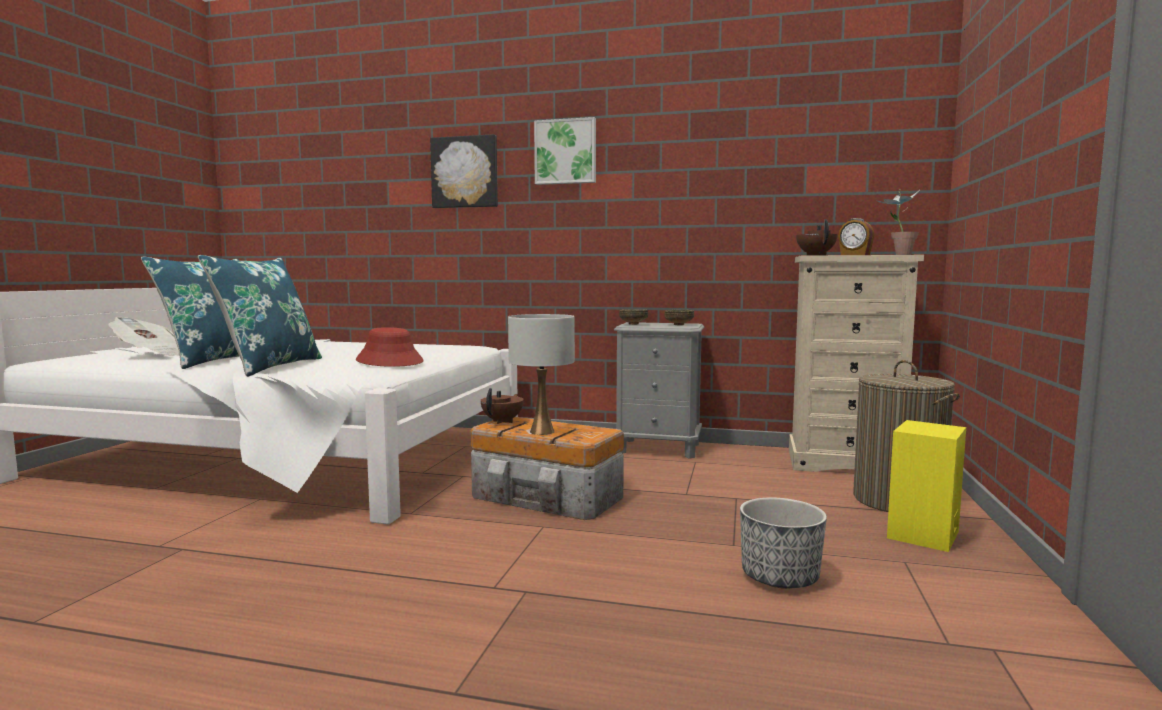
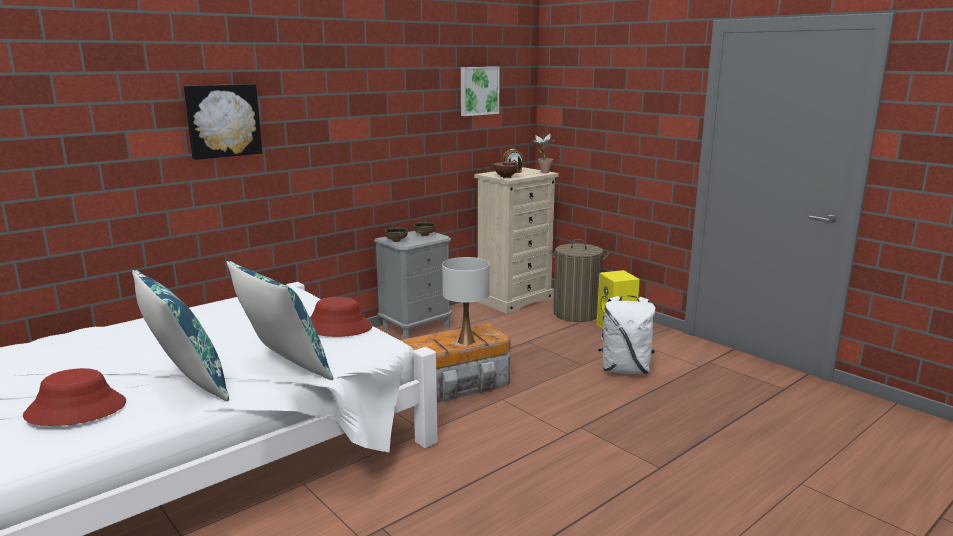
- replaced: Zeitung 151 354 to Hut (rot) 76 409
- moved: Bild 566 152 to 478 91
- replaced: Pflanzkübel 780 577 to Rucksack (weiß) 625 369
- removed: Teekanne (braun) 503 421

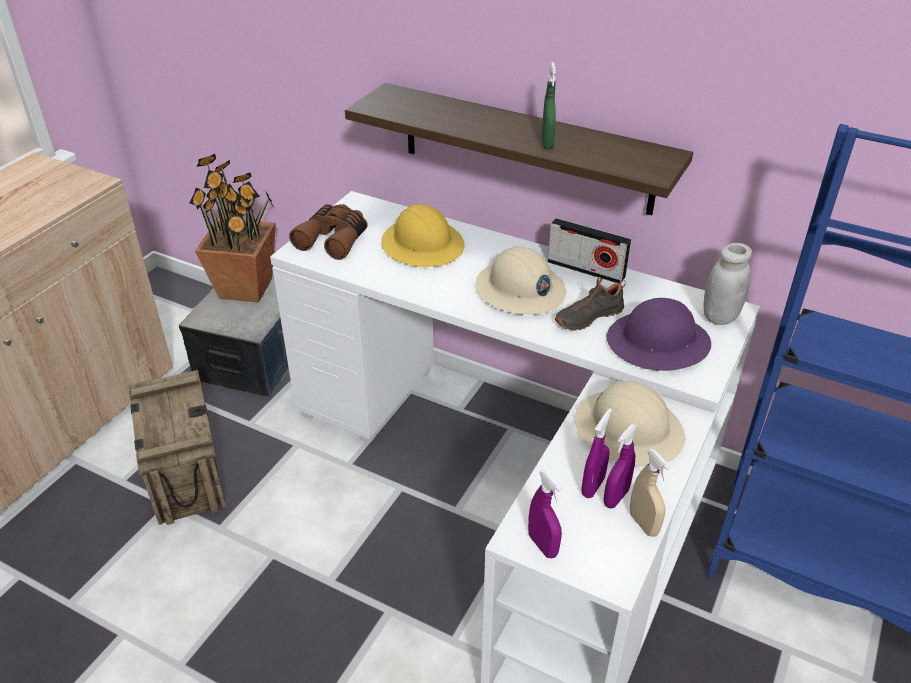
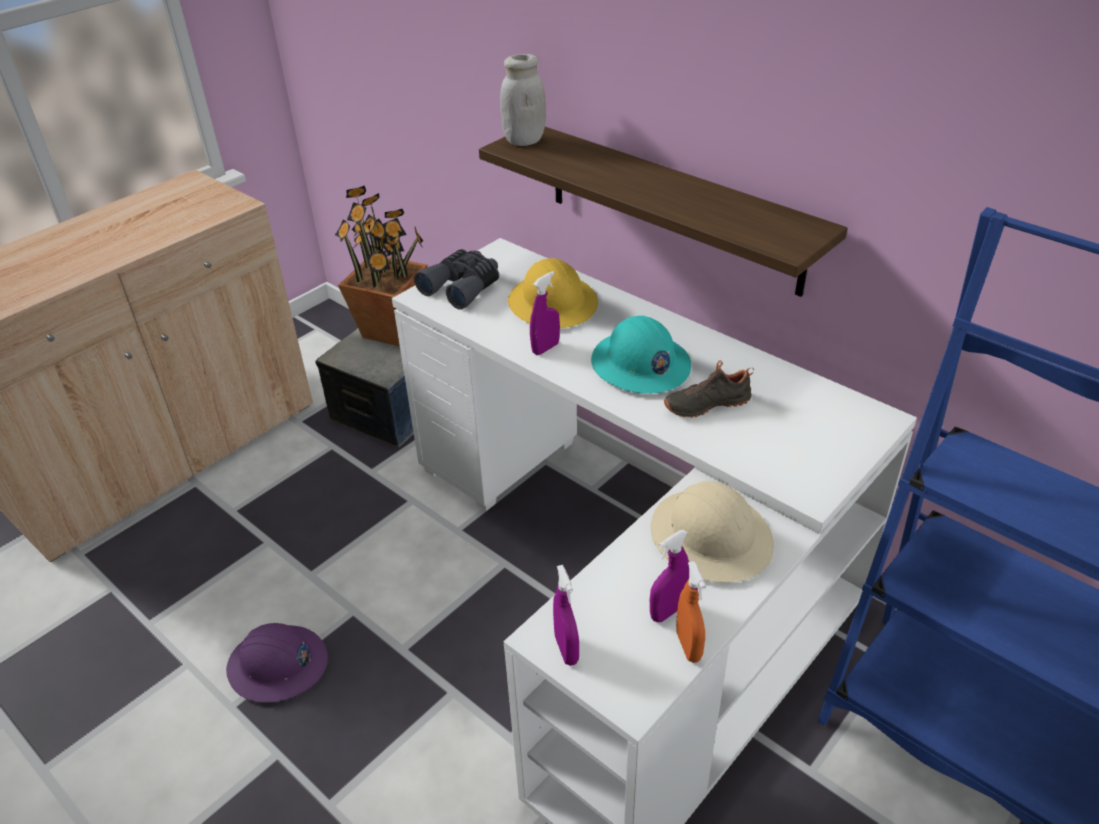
- moved: Schutzhelm (lila) 658 343 to 278 665
- recoloured: Fernglas (braun) 334 239 to Fernglas (grau) 463 287
- moved: Vorratsglas (weiß) 720 316 to 524 140
- moved: Sprühflasche (lila) 593 486 to 545 348
- recoloured: Schutzhelm (beige) 519 290 to Schutzhelm (türkis) 640 365
- recoloured: Sprühflasche (beige) 643 524 to Sprühflasche (orange) 688 646
- removed: Kiste 184 470
- removed: Sprühflasche (grün) 547 144
- removed: Radio 586 269

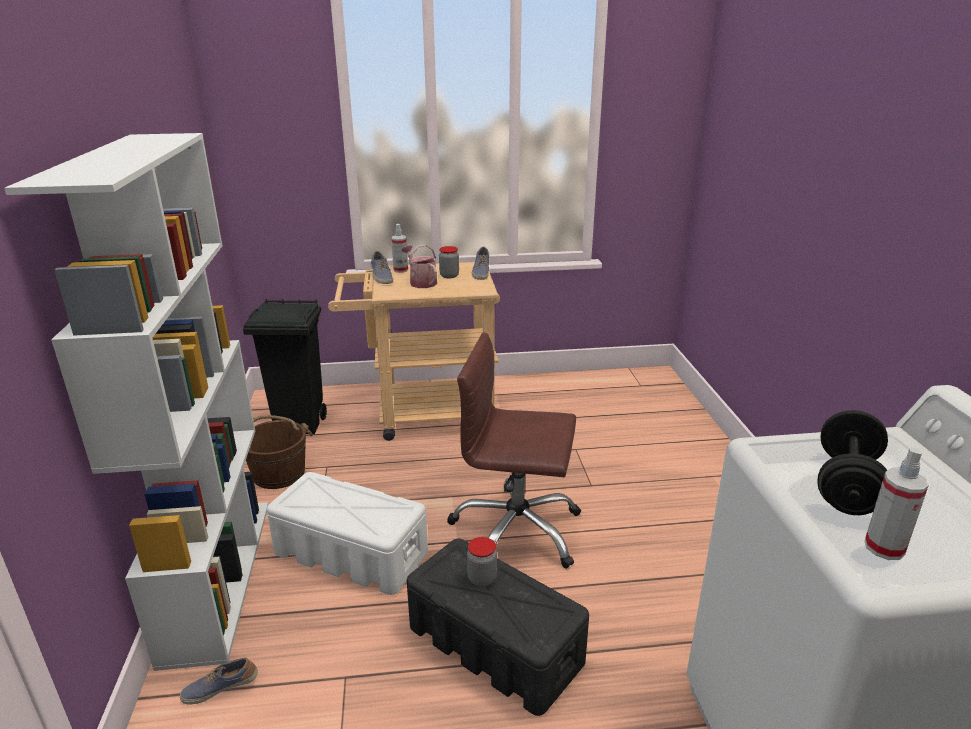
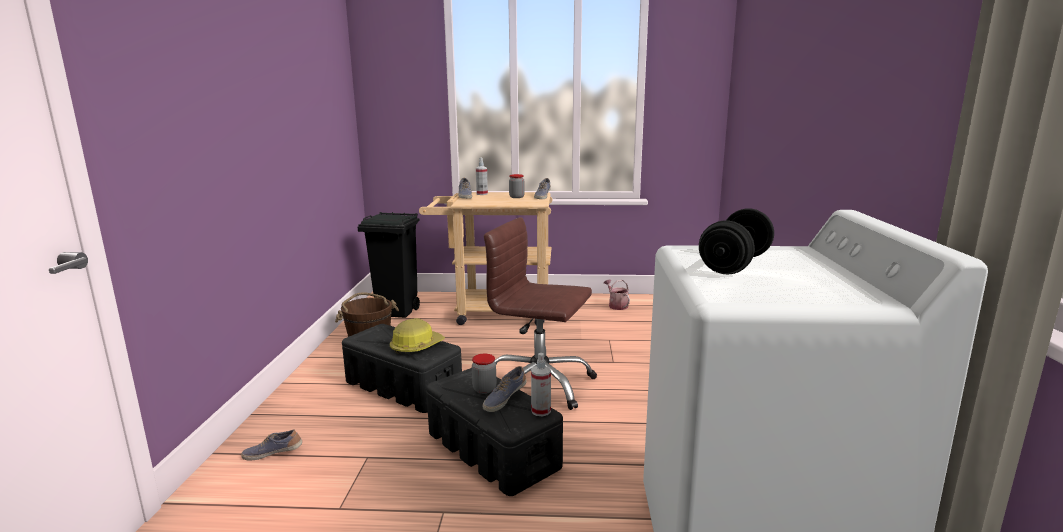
- recoloured: Aufbewahrungsbox (weiß) 350 553 to Aufbewahrungsbox (schwarz) 402 386
- added: Schutzhelm 416 346
- added: Schuh 504 398
- moved: Sprühflasche 884 548 to 541 411
- moved: Gießkanne 421 282 to 616 305
- removed: Bücherregal (weiß) 218 575

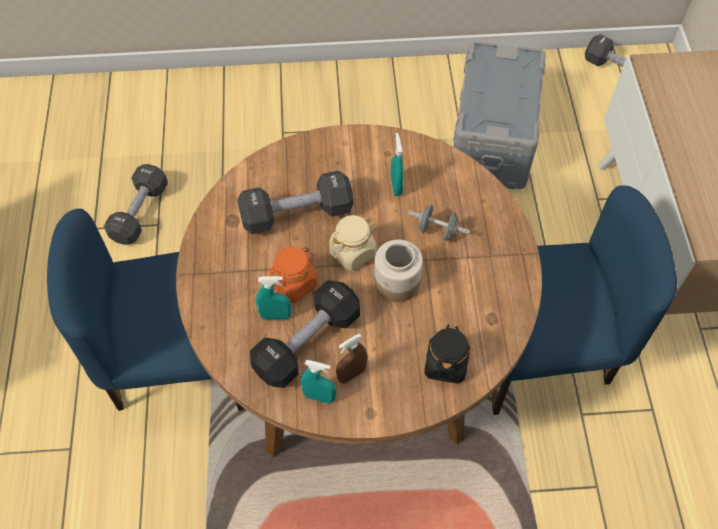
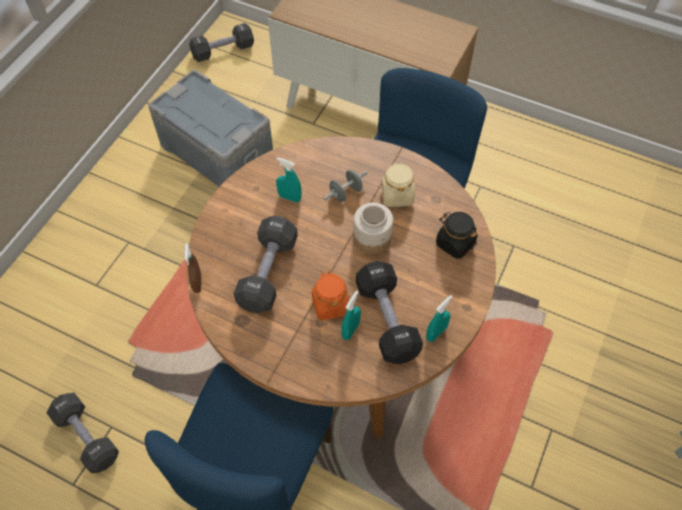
- moved: Sprühflasche (braun) 351 374 to 197 283
- moved: Vorratsglas (beige) 353 252 to 397 195

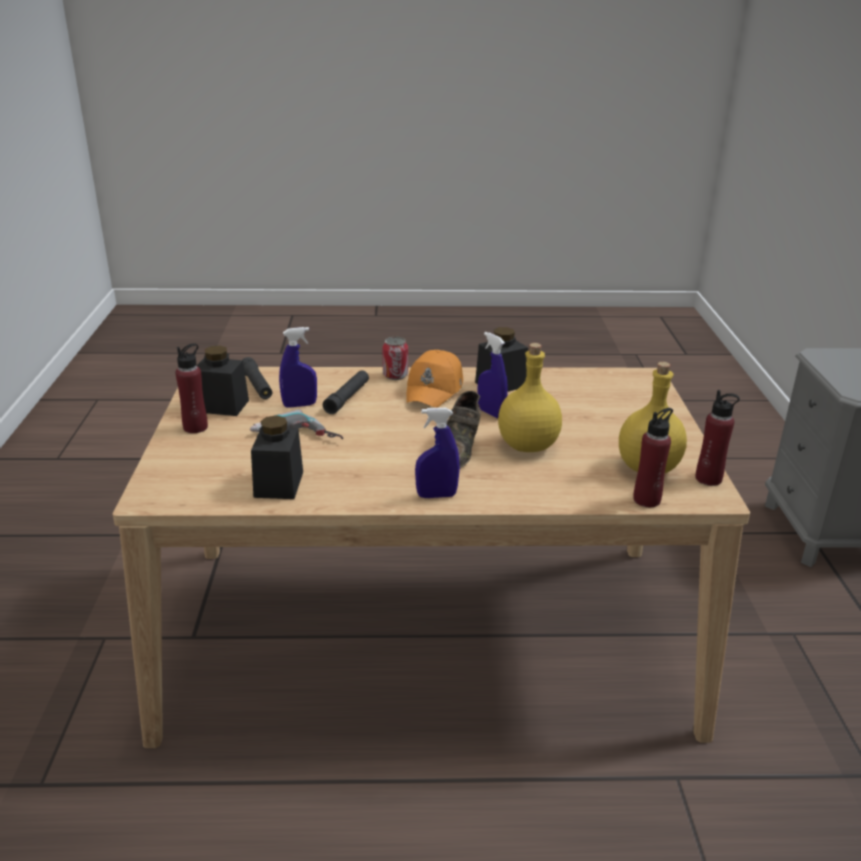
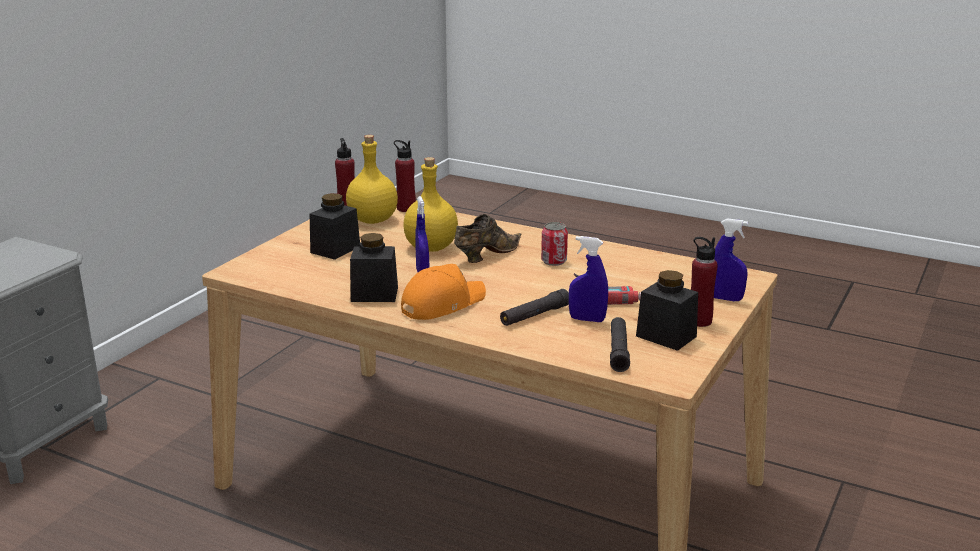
- moved: Vorratsglas (schwarz) 279 484 to 335 249
- moved: Dose 395 375 to 554 261
- moved: Sprühflasche (blau) 436 495 to 725 298

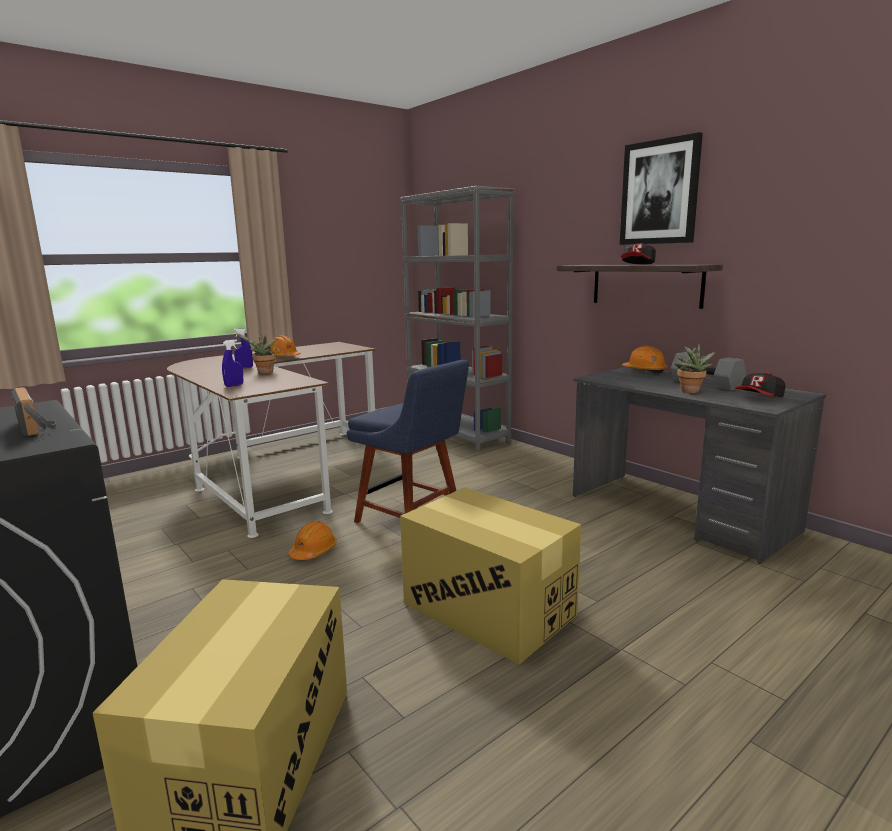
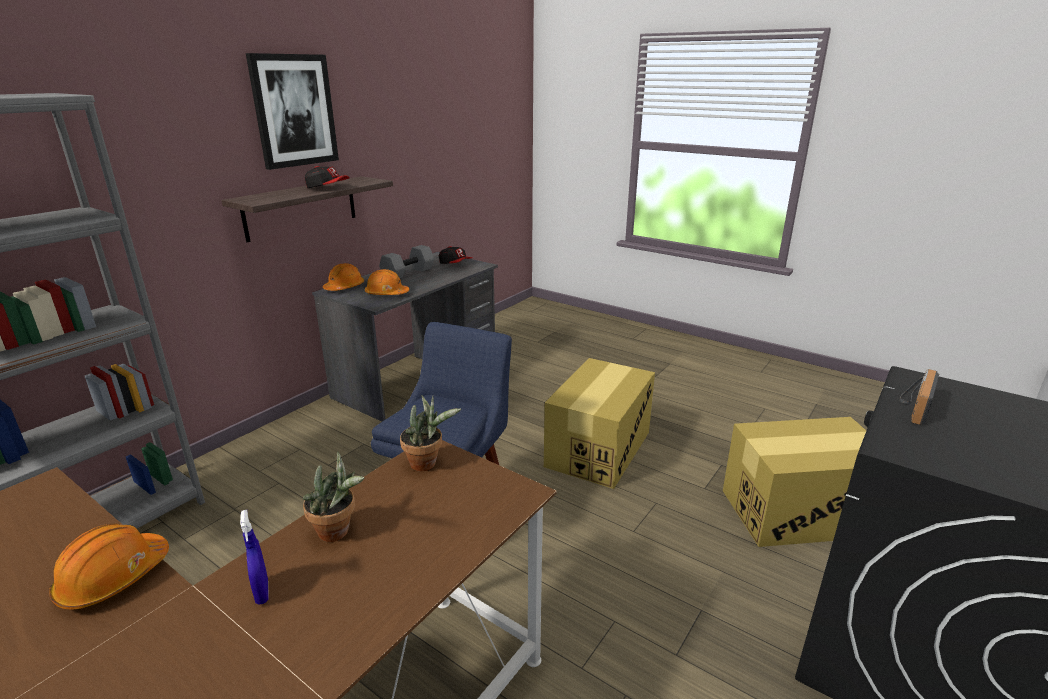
- moved: Schutzhelm (orange) 313 551 to 386 294
- moved: Topfpflanze 690 392 to 427 463
- removed: Sprühflasche (blau) 234 385

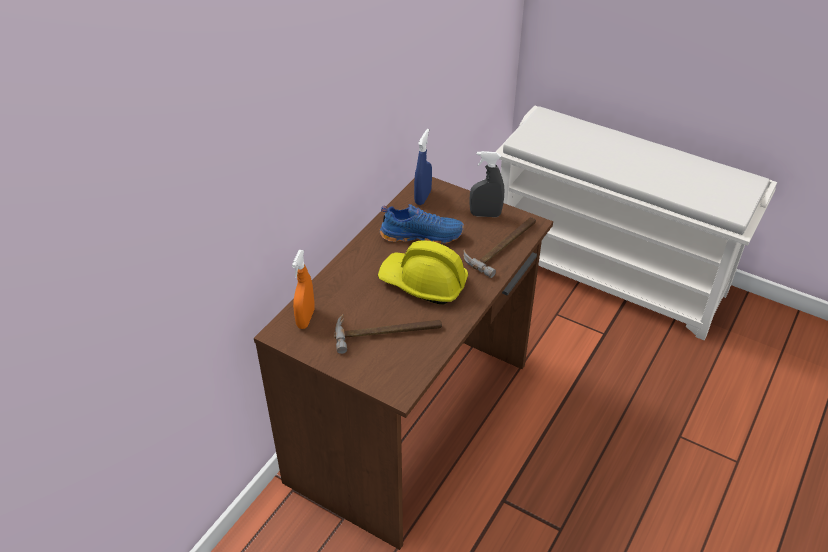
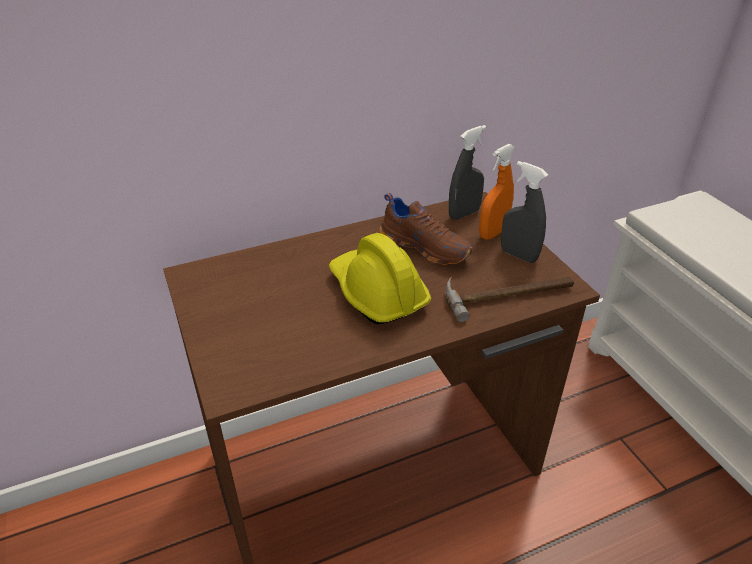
- recoloured: Schuh (blau) 421 234 to Schuh (braun) 425 246
- recoloured: Sprühflasche (blau) 423 197 to Sprühflasche (grau) 464 214
- moved: Sprühflasche (orange) 305 318 to 493 233
- removed: Hammer 388 331

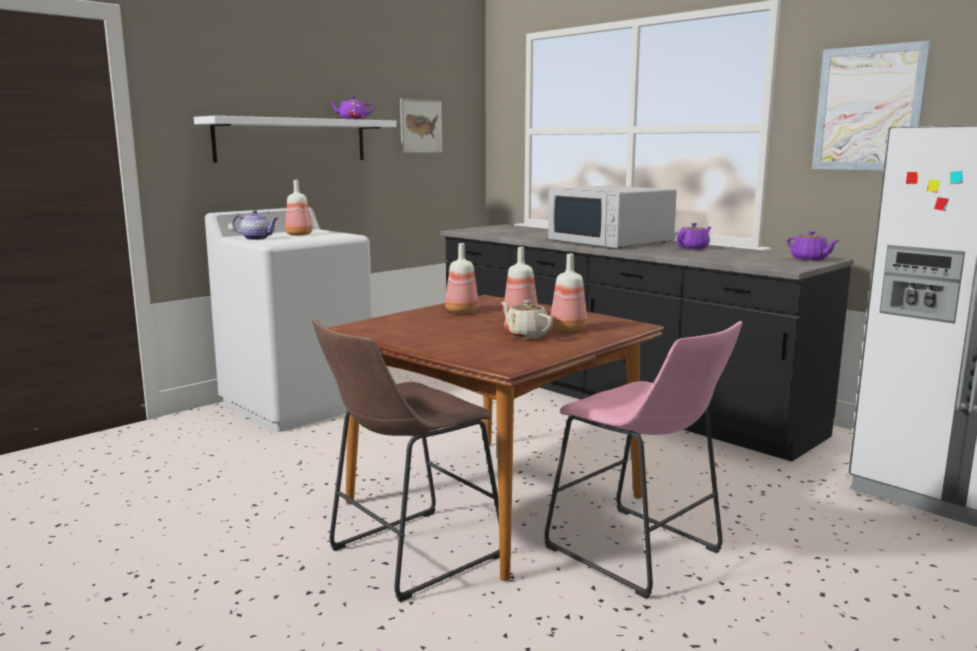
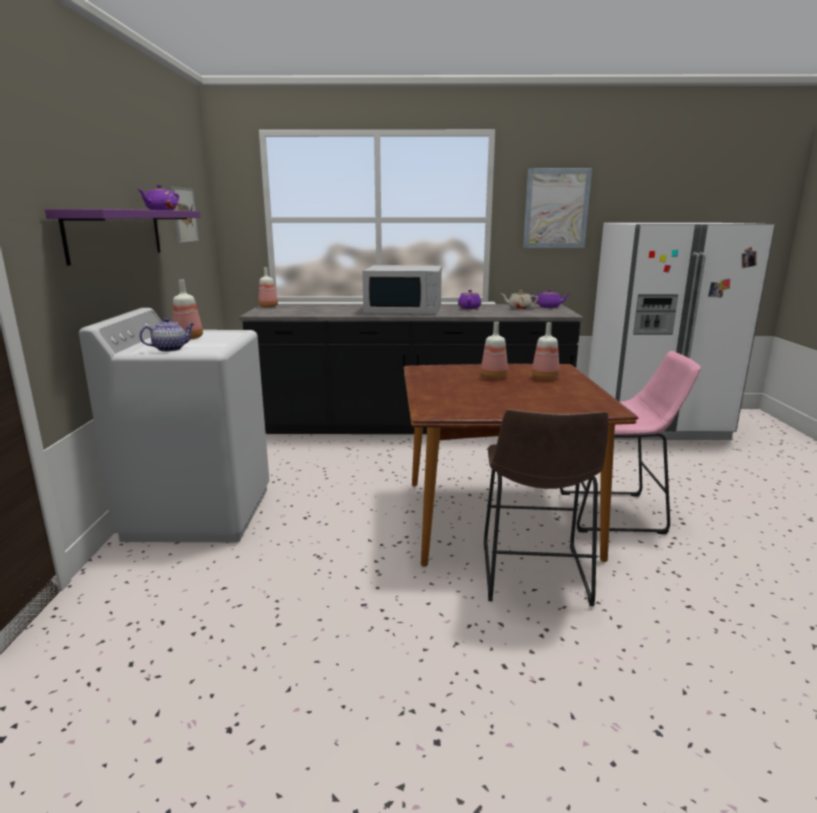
- recoloured: Wandregal (weiß) 292 140 to Wandregal (lila) 116 234
- moved: Flasche 462 311 to 269 307
- moved: Teekanne (beige) 526 335 to 519 308

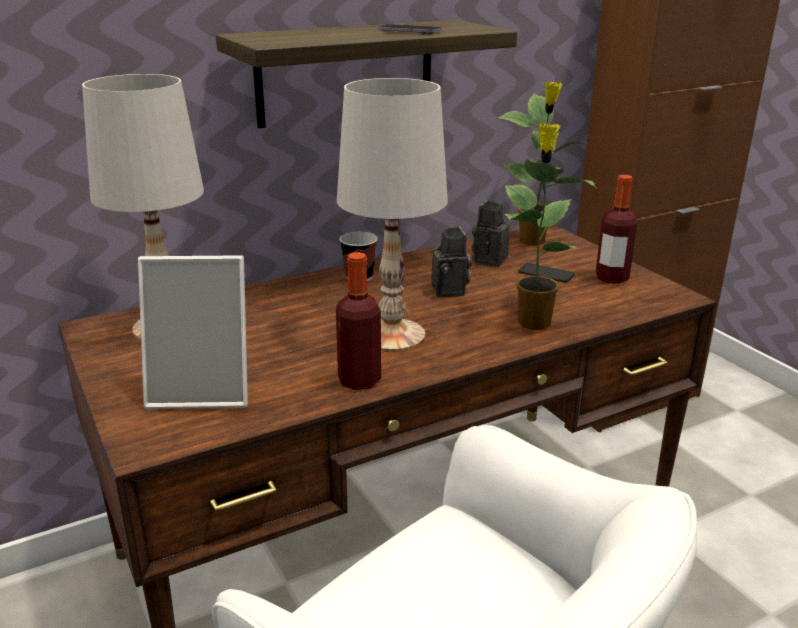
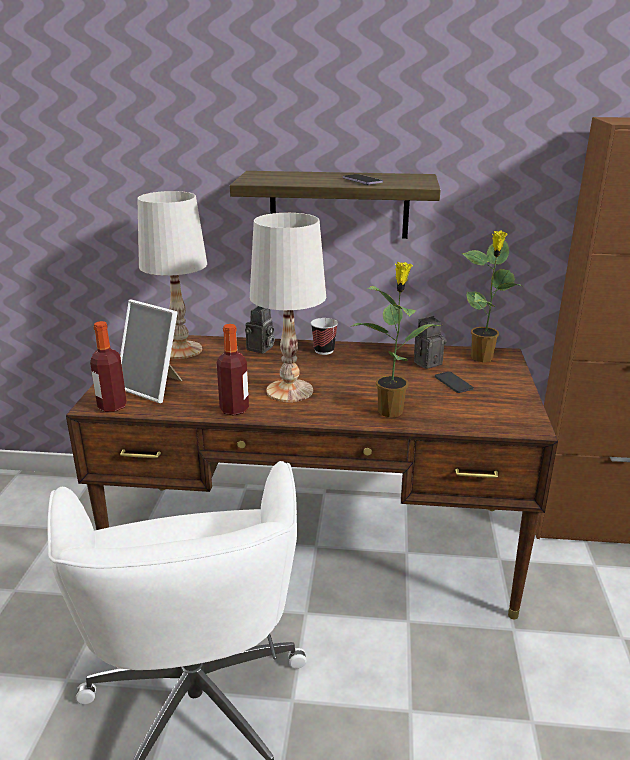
- moved: Flasche 611 278 to 112 406
- moved: Kamera 451 291 to 260 349

